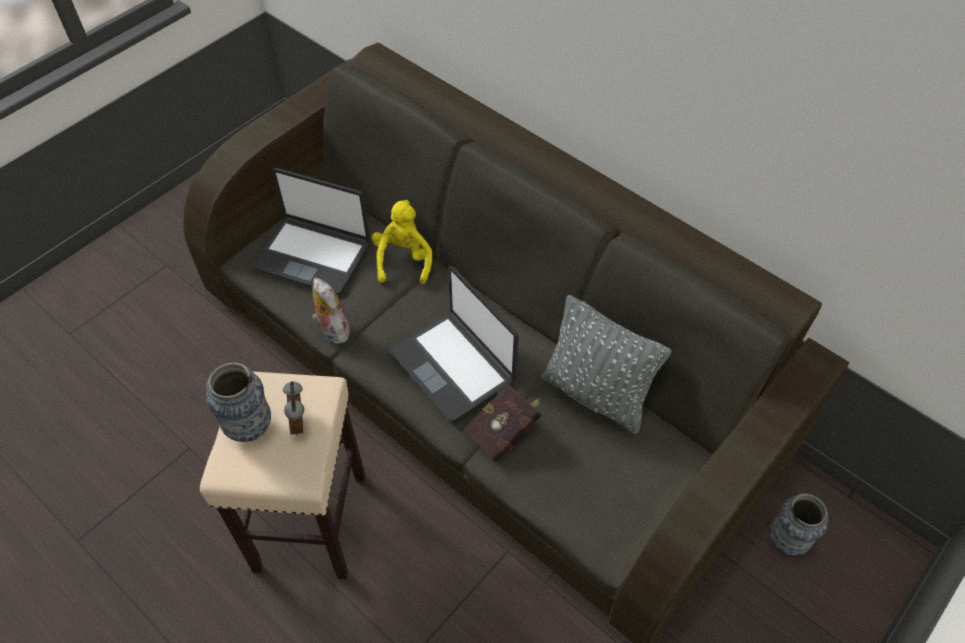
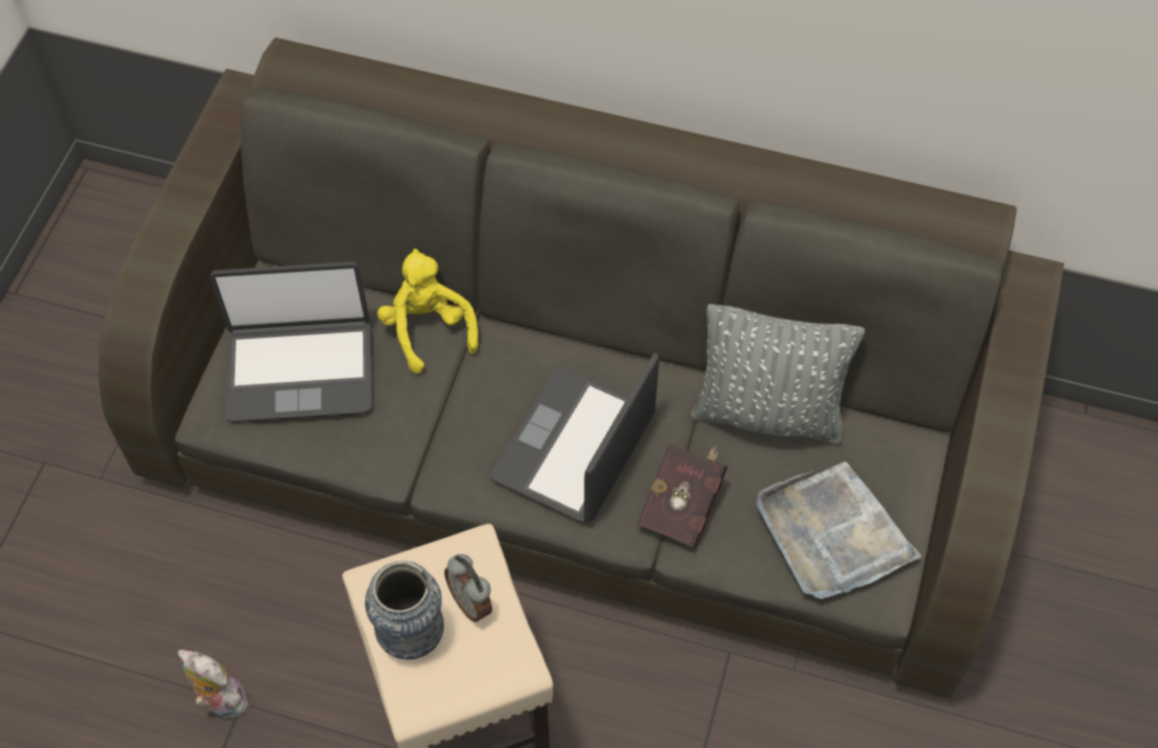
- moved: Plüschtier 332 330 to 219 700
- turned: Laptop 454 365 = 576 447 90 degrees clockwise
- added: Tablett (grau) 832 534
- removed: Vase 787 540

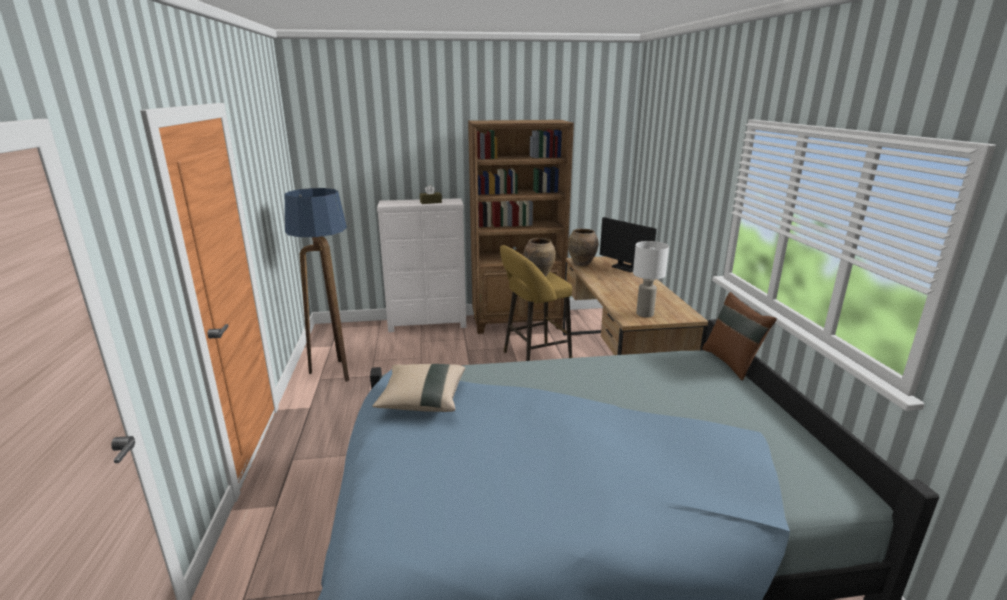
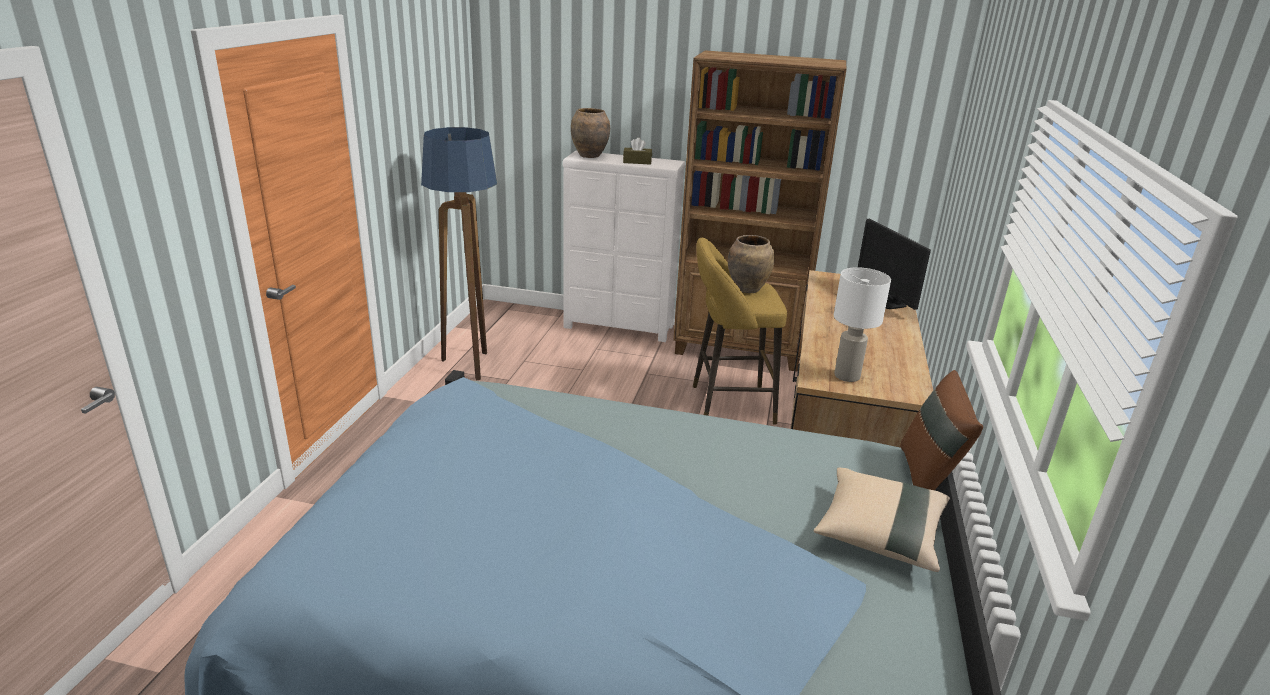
- moved: Vase (braun) 581 263 to 589 156
- moved: Kissen (beige) 422 400 to 879 534

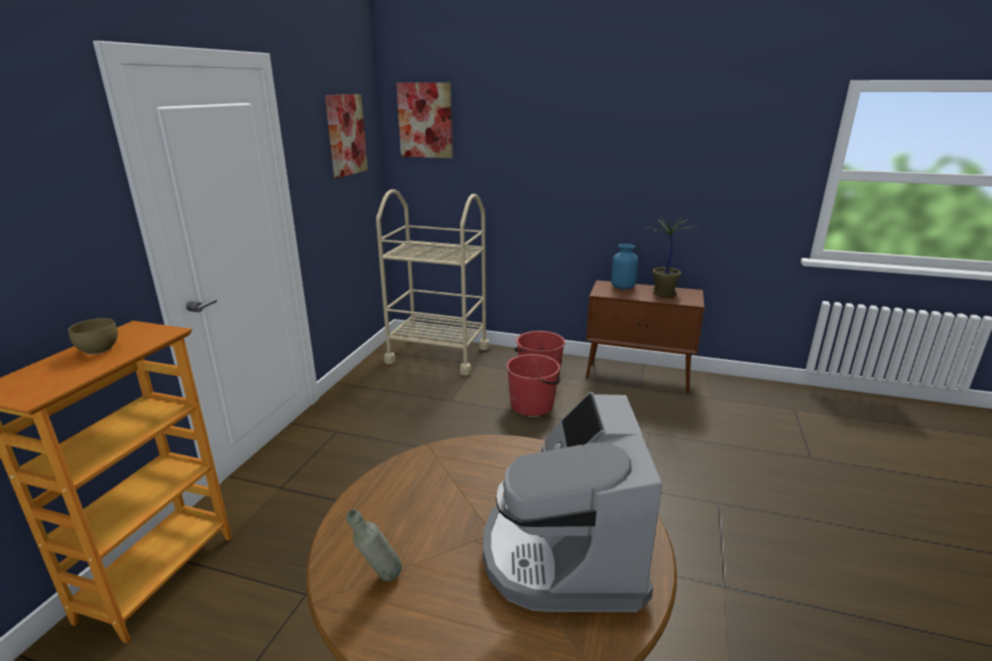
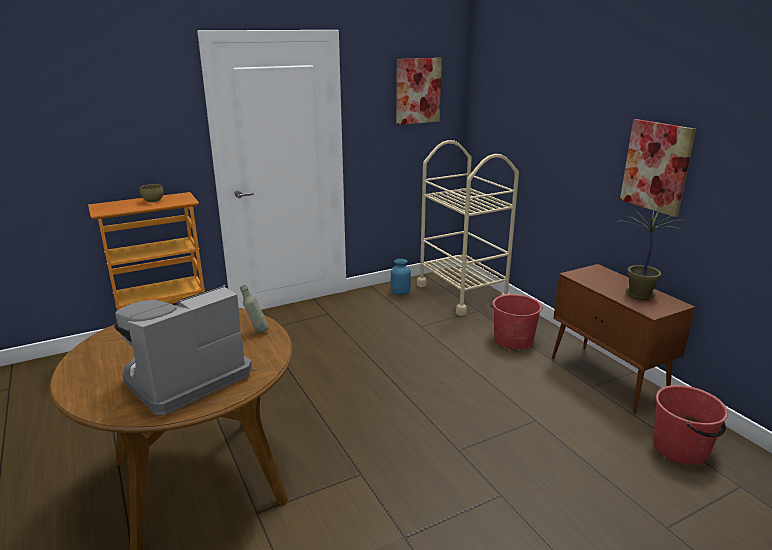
- moved: Flasche (grau) 379 579 to 256 331
- moved: Vase (blau) 622 287 to 400 292
- moved: Bild 425 120 to 656 166
- moved: Eimer (rot) 532 405 to 681 448

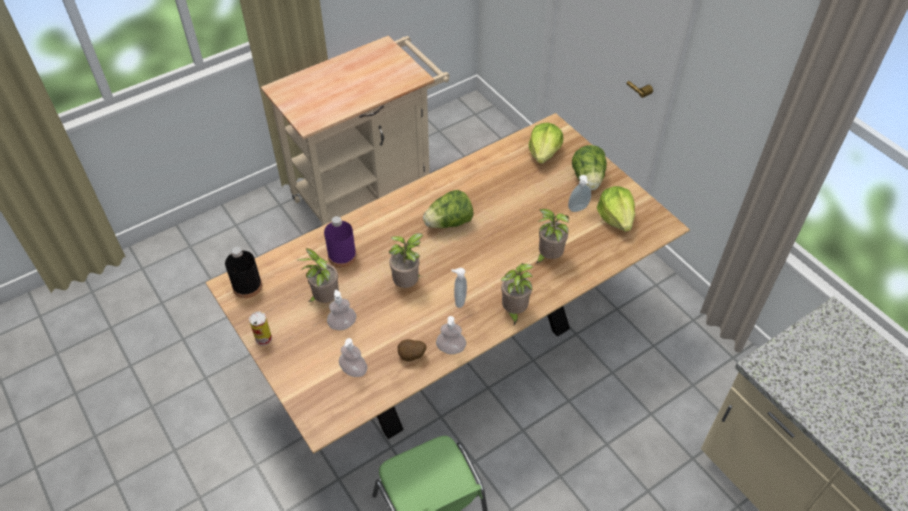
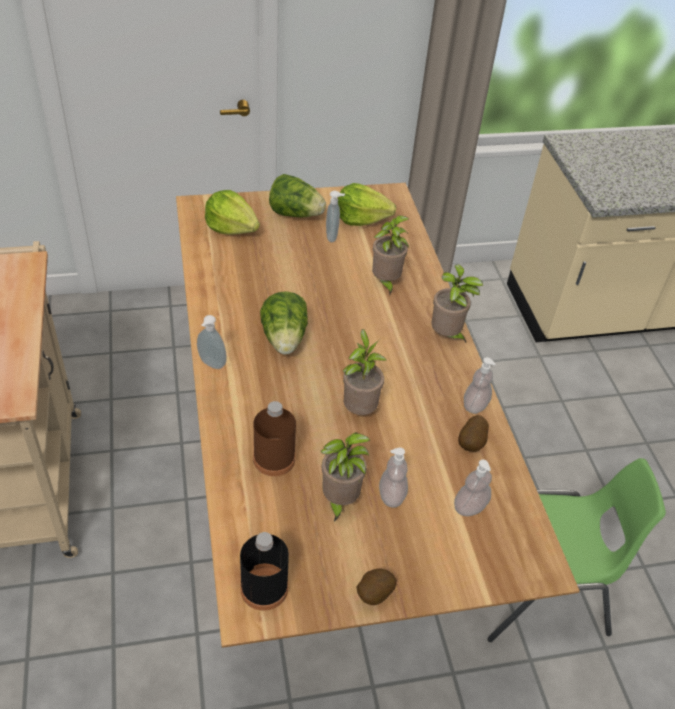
- moved: Seifenspender 459 300 to 211 364
- recoloured: Flasche (lila) 342 256 to Flasche (braun) 274 459
- replaced: Dose 263 338 to Kartoffel 373 594

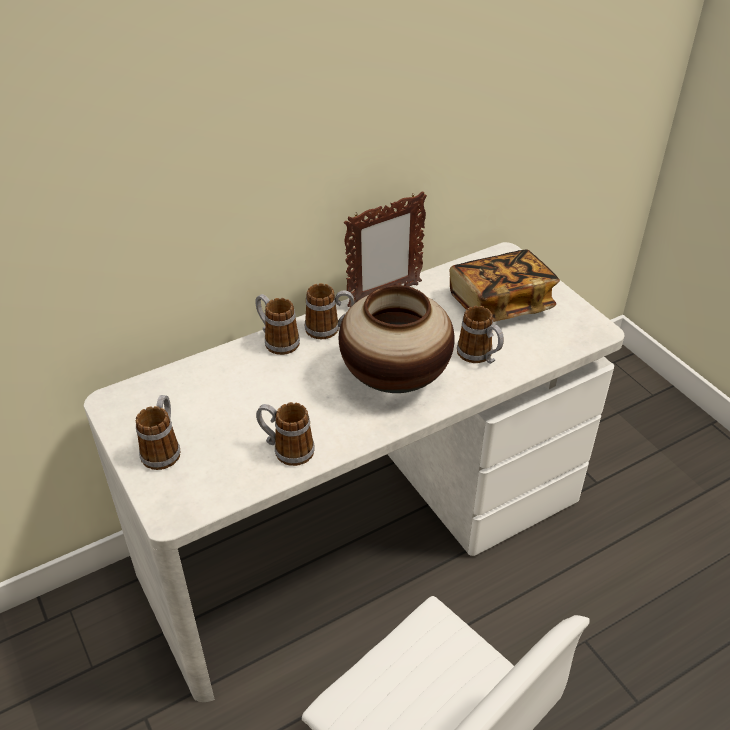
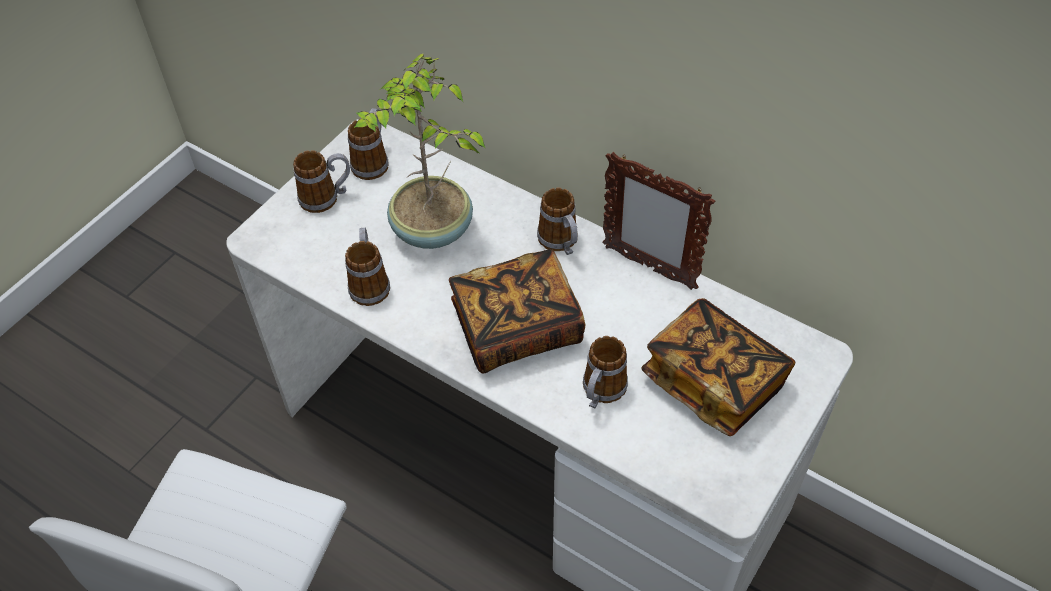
- moved: Henkelbecher 277 340 to 373 161
- added: Topfpflanze 431 231
- replaced: Vase 394 379 to Buch 516 328

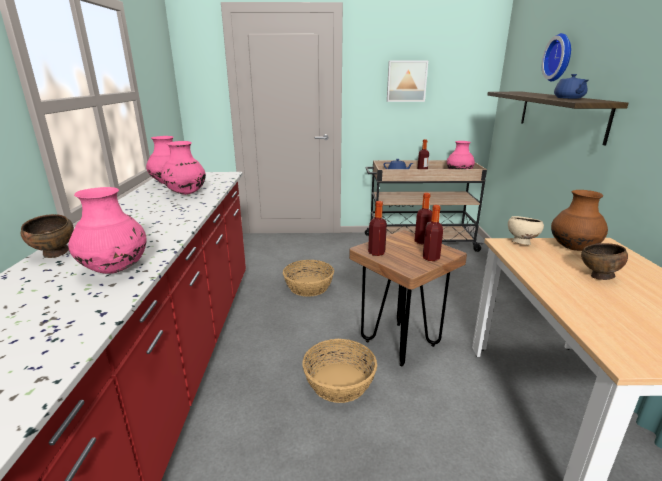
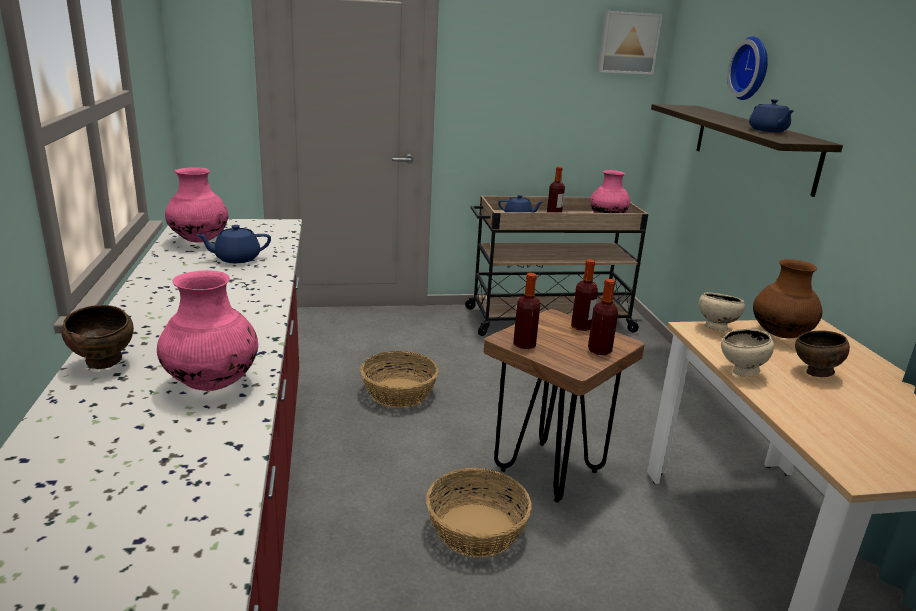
- replaced: Vase (rosa) 186 193 to Teekanne (blau) 236 258
- moved: Bild 406 81 to 628 43
- added: Schüssel (beige) 741 373

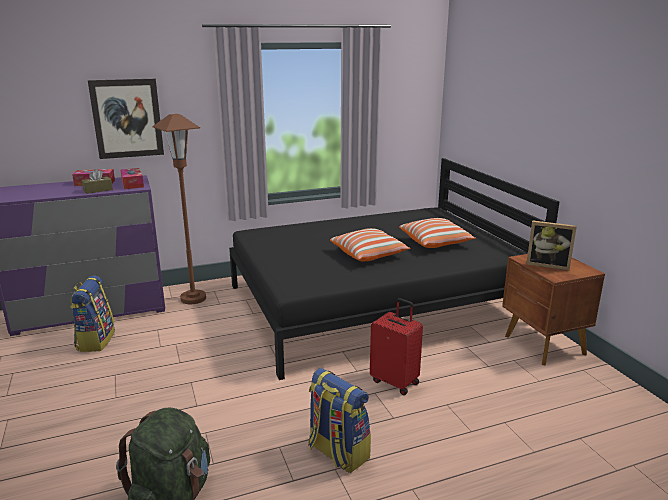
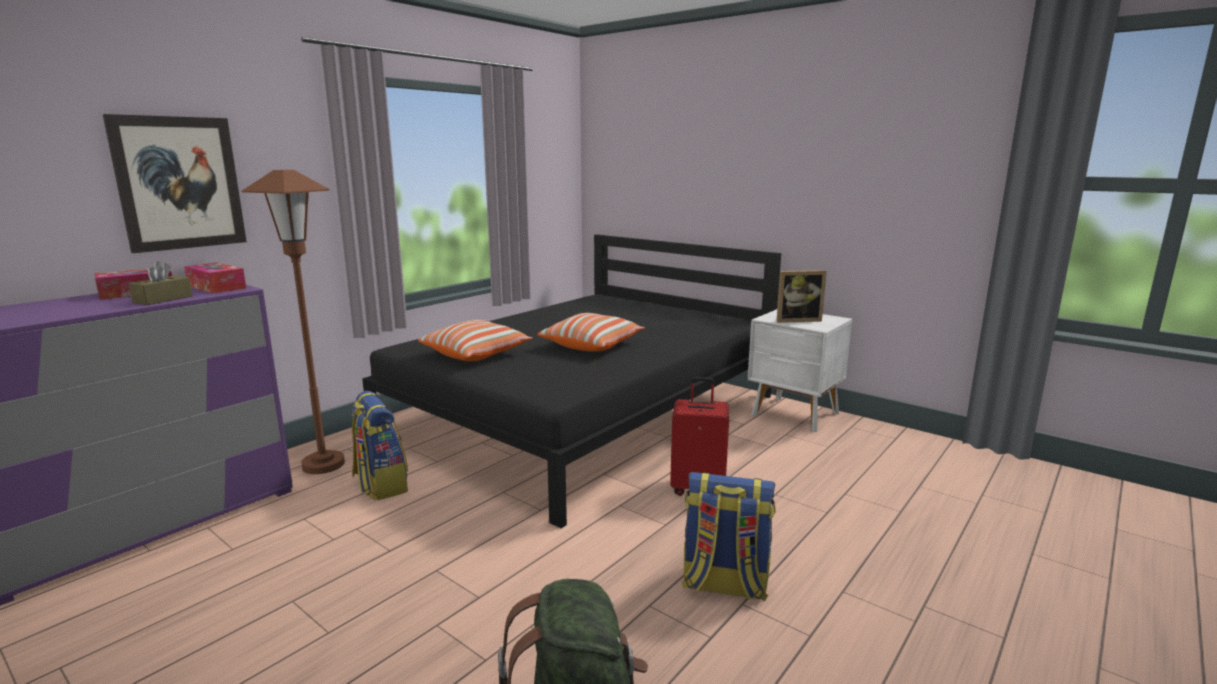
- moved: Rucksack 95 340 to 380 484
- moved: Kissen 435 242 to 477 354
- recoloured: Nachttisch (braun) 544 345 to Nachttisch (weiß) 795 414

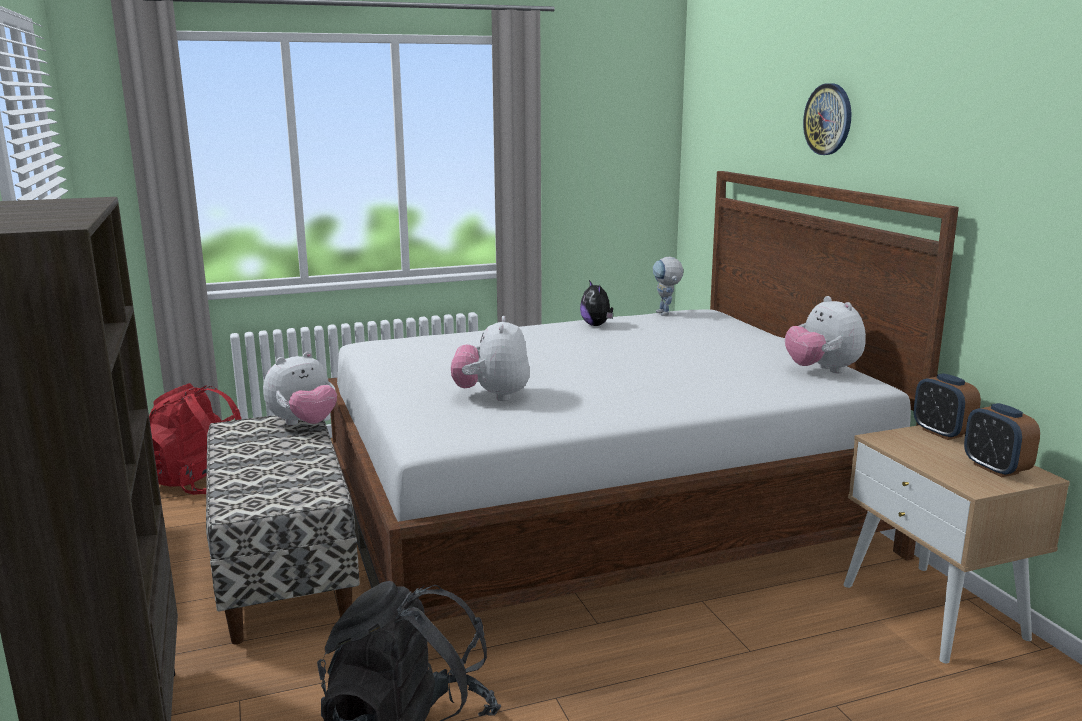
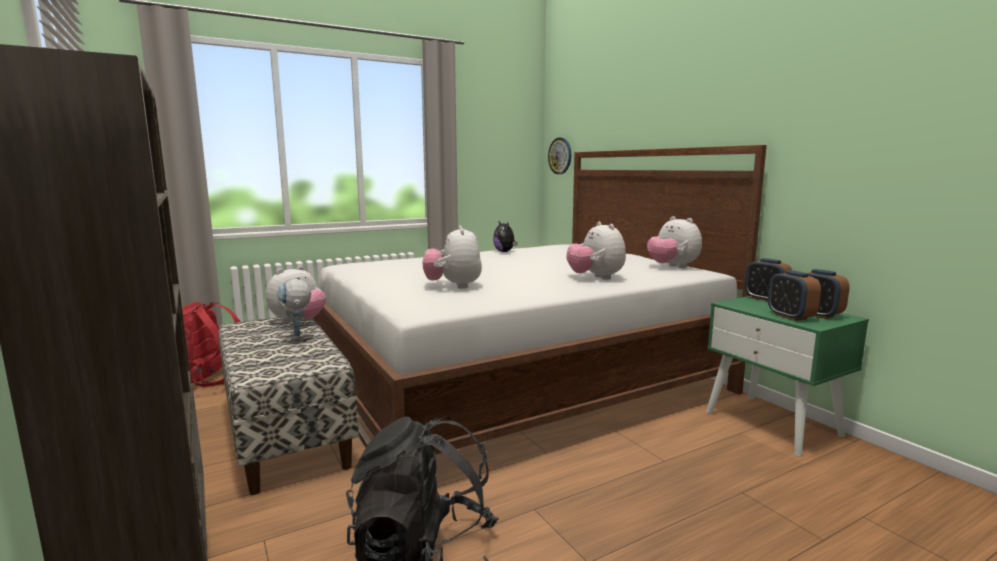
- moved: Spielzeugroboter 666 314 to 298 339
- moved: Wanduhr 828 119 to 560 156
- added: Plüschtier 595 278
- recoloured: Nachttisch (beige) 934 611 to Nachttisch (grün) 773 424
- added: Wecker 790 316

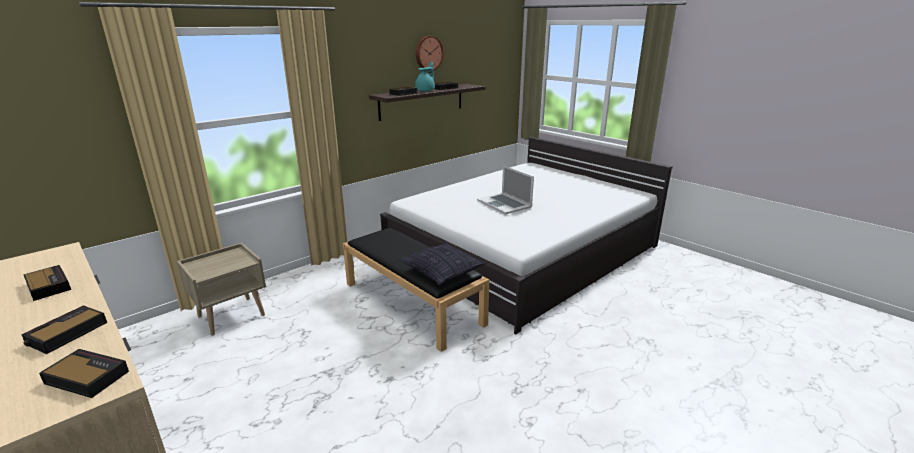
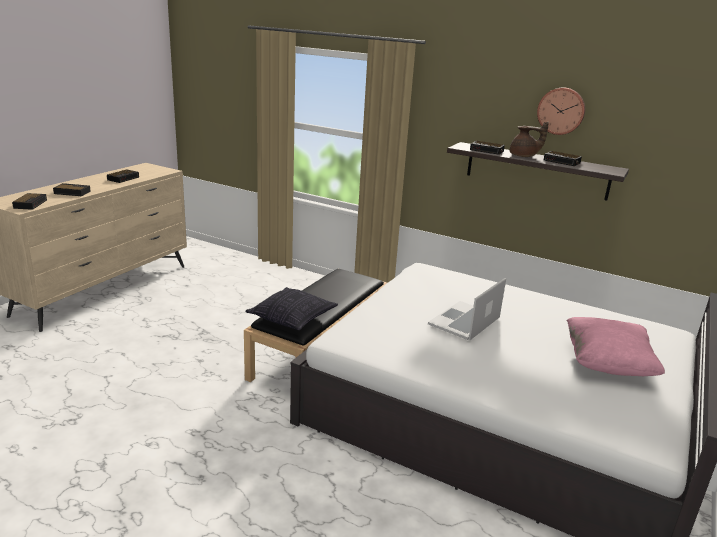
- recoloured: Teekanne (türkis) 426 91 to Teekanne (braun) 524 156
- added: Kissen (rosa) 607 364
- removed: Nachttisch (beige) 232 315

